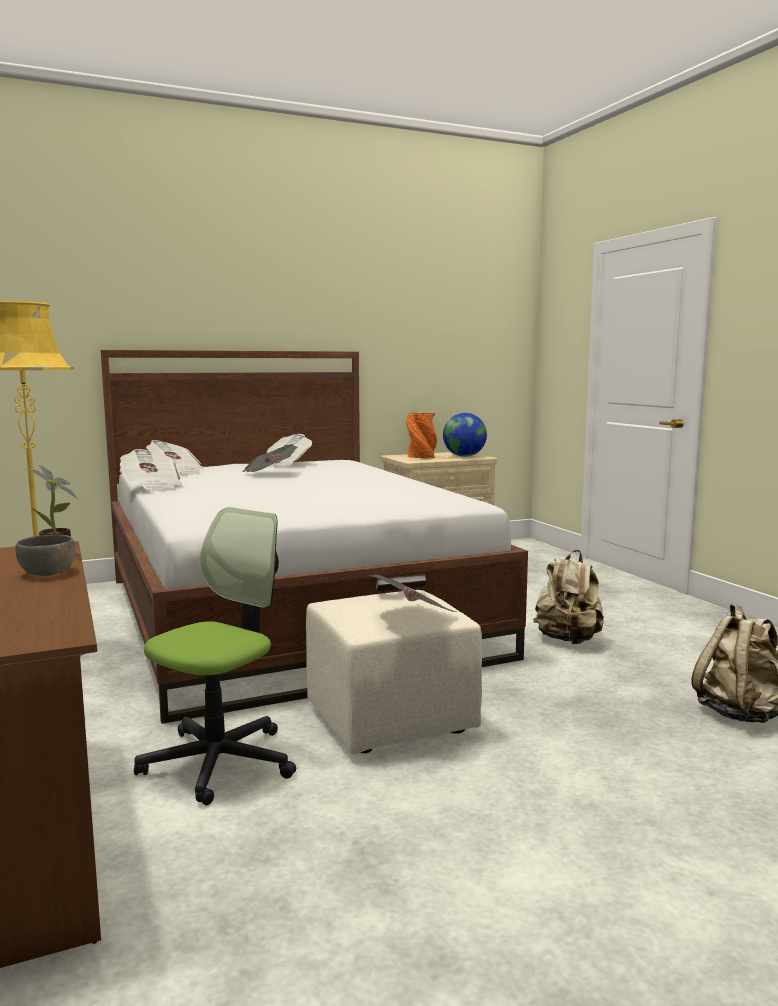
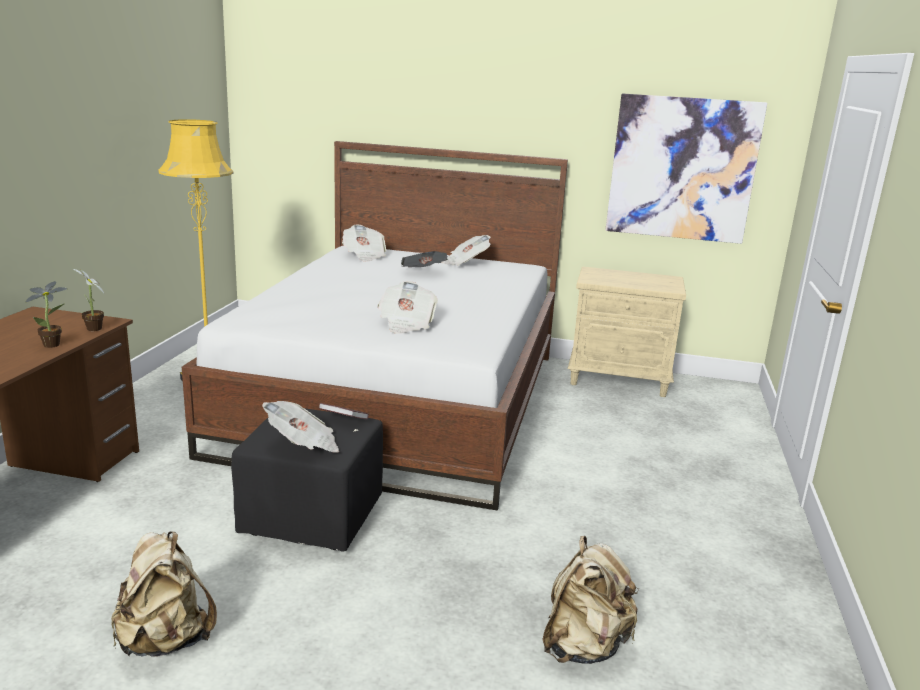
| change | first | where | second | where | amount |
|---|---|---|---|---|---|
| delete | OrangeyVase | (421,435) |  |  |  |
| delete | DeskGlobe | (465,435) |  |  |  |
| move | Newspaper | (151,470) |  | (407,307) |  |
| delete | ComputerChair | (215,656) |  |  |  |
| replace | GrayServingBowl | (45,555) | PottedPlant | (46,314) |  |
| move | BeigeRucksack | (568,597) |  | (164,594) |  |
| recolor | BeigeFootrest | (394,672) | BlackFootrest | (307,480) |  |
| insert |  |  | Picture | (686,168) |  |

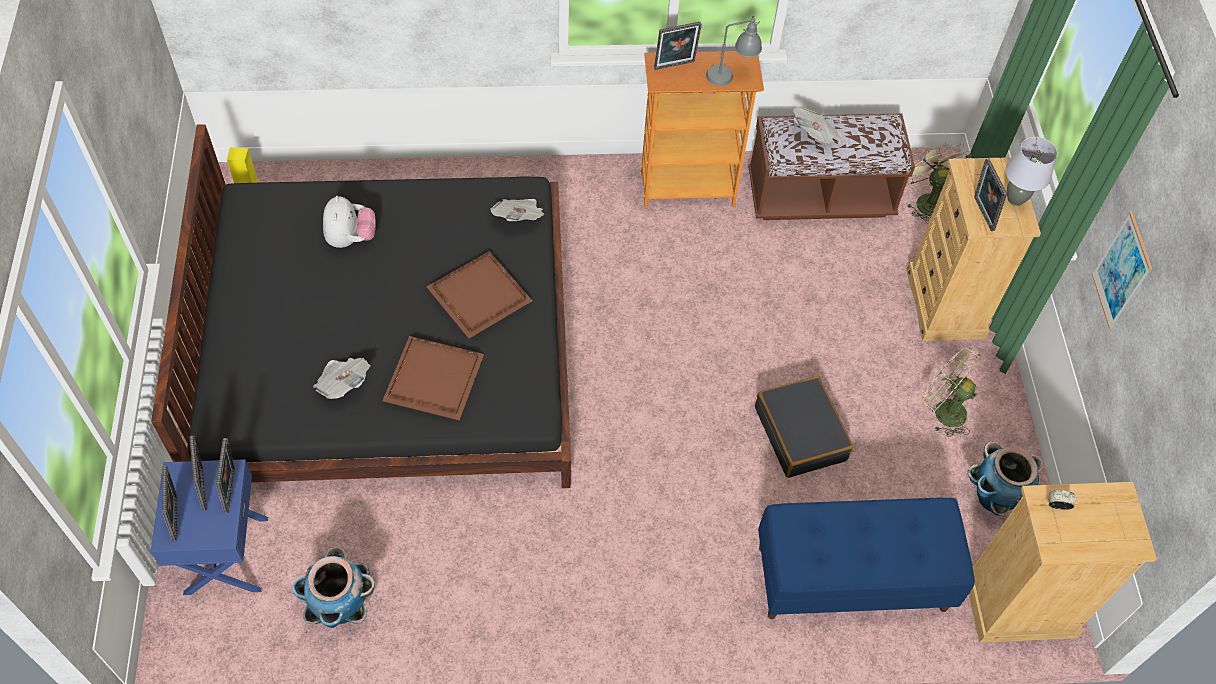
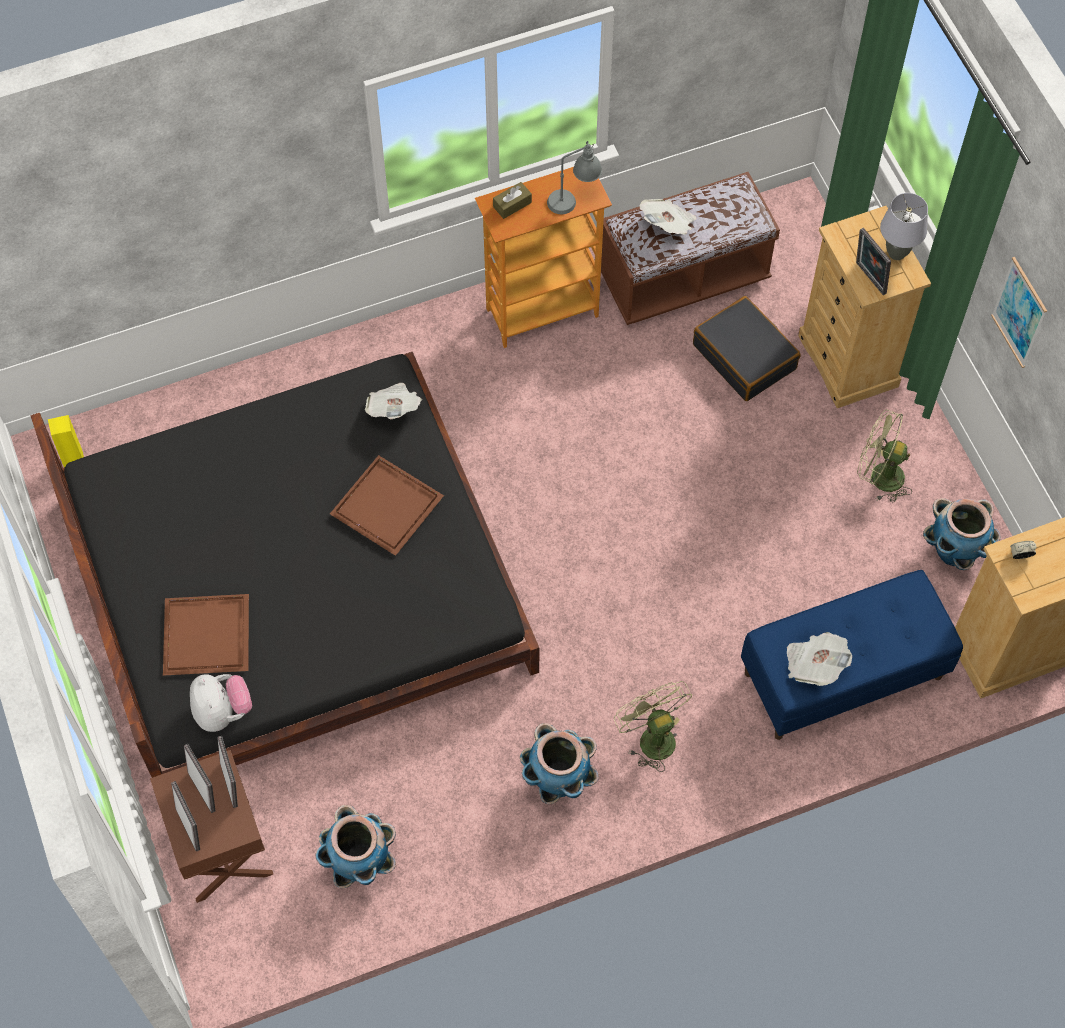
| change | first | where | second | where | amount |
|---|---|---|---|---|---|
| replace | PhotoFrame | (678,45) | BrownColouredBoxOfTissues | (512,200) |  |
| move | GreenColouredCoolingFan | (938,183) |  | (653,726) |  |
| move | CuddlyToy | (349,222) |  | (221,703) |  |
| move | BrownColouredTray | (433,378) |  | (206,635) |  |
| move | Newspaper | (341,378) |  | (819,659) |  |
| move | BlackSuitcase | (804,427) |  | (747,348) |  |
| recolor | BlueColouredNightstand | (209,527) | BrownColouredNightstand | (211,826) |  |
| insert |  |  | FlowerPot | (559,763) |  |

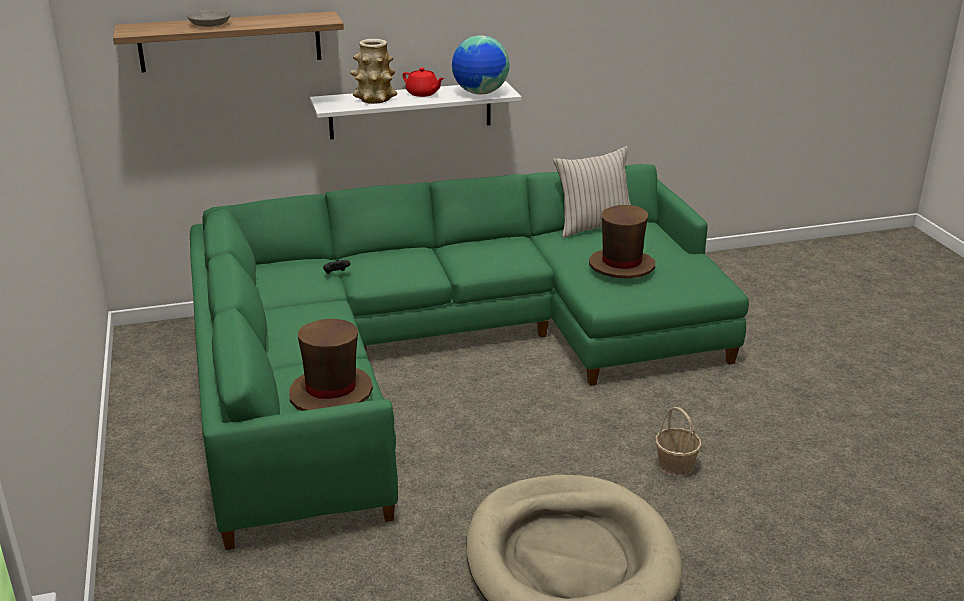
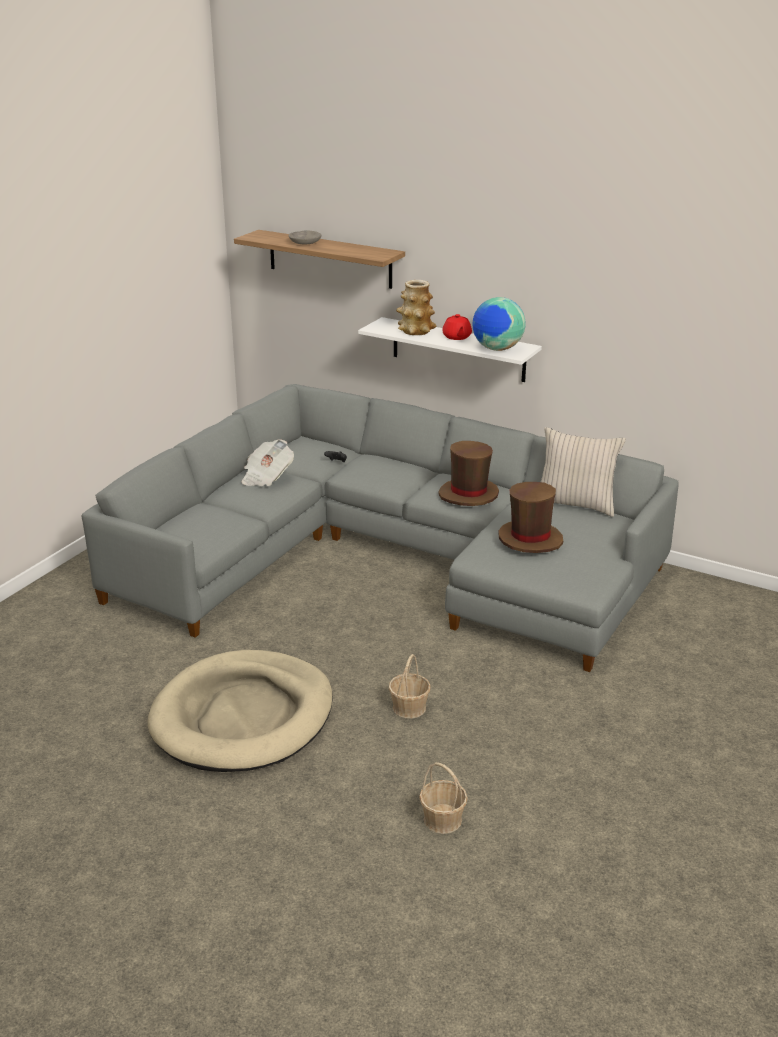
| change | first | where | second | where | amount |
|---|---|---|---|---|---|
| recolor | GreenColouredCouch | (469,357) | GrayCouch | (380,528) |  |
| move | BrownColouredClothingHat | (331,365) |  | (468,473) |  |
| insert |  |  | Newspaper | (267,462) |  |
| insert |  |  | Basket | (443,798) |  |

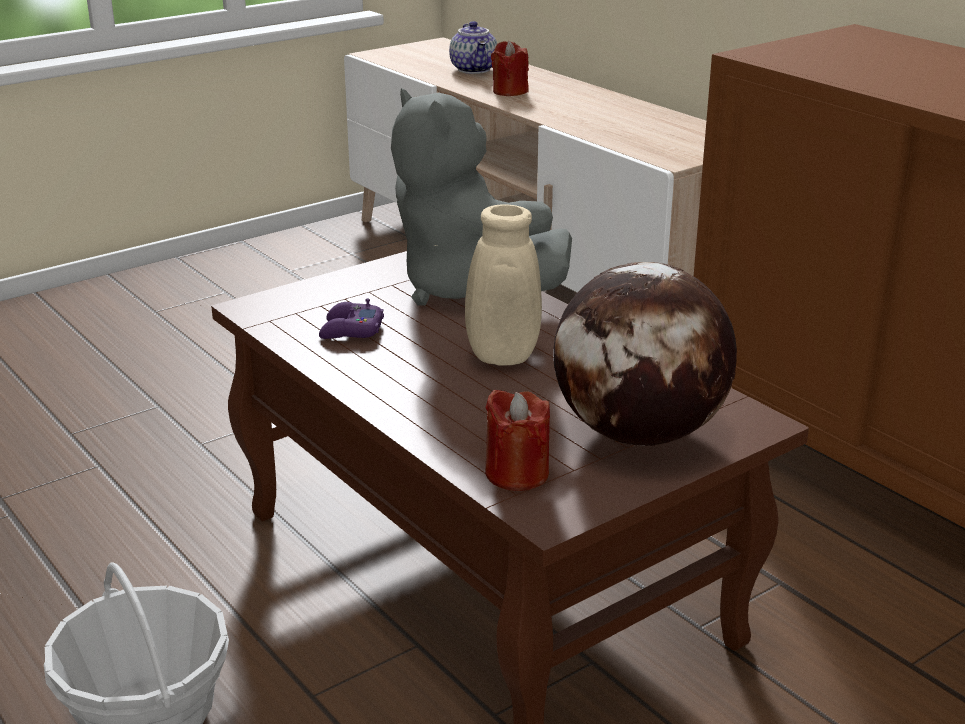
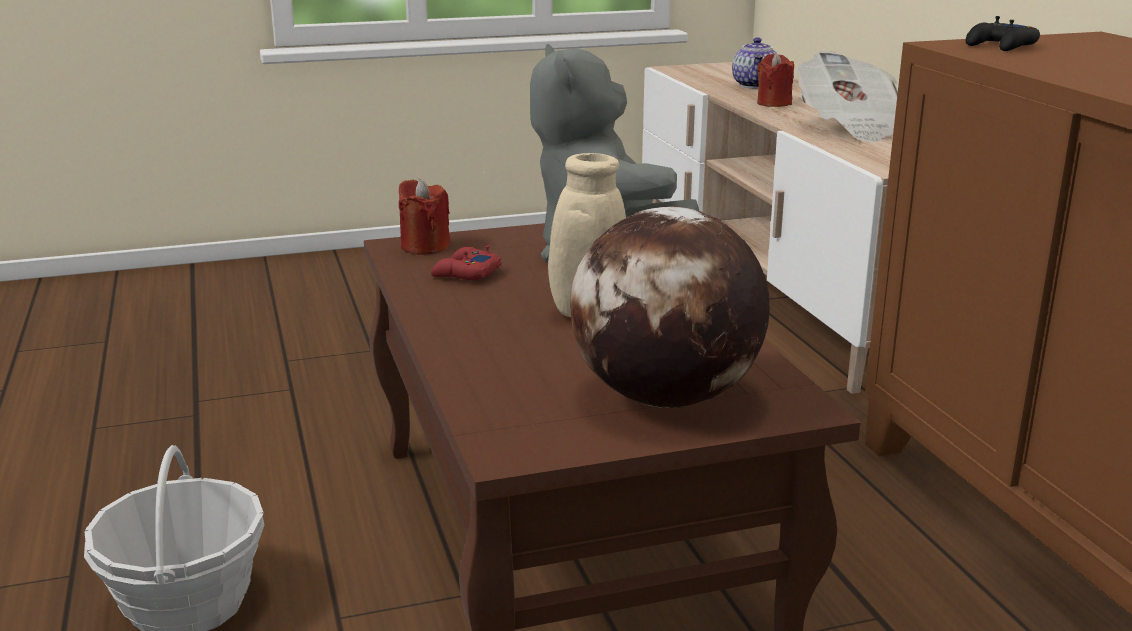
| change | first | where | second | where | amount |
|---|---|---|---|---|---|
| recolor | PurpleColouredGamepad | (351,318) | RedColouredGamepad | (466,263) |  |
| move | RedColouredWaxCandle | (517,440) |  | (424,217) |  |
| insert |  |  | BlackGamepad | (1003,33) |  |
| insert |  |  | Newspaper | (847,97) |  |

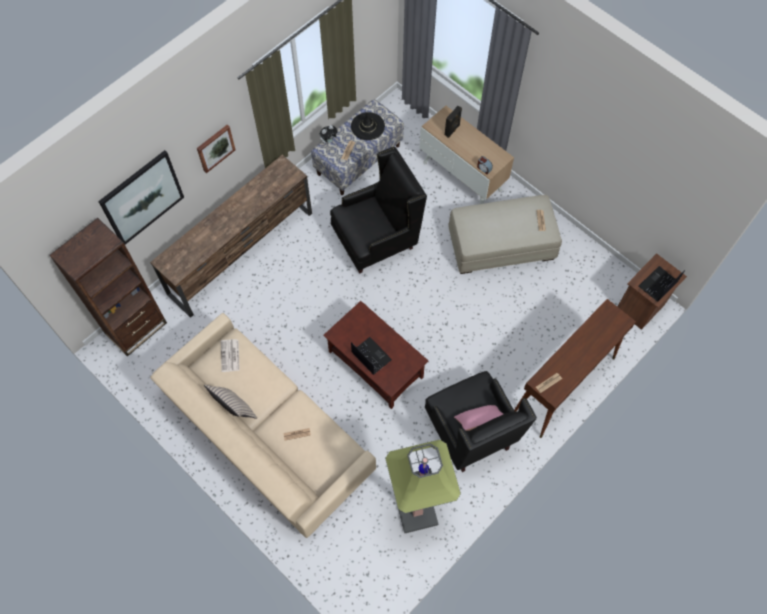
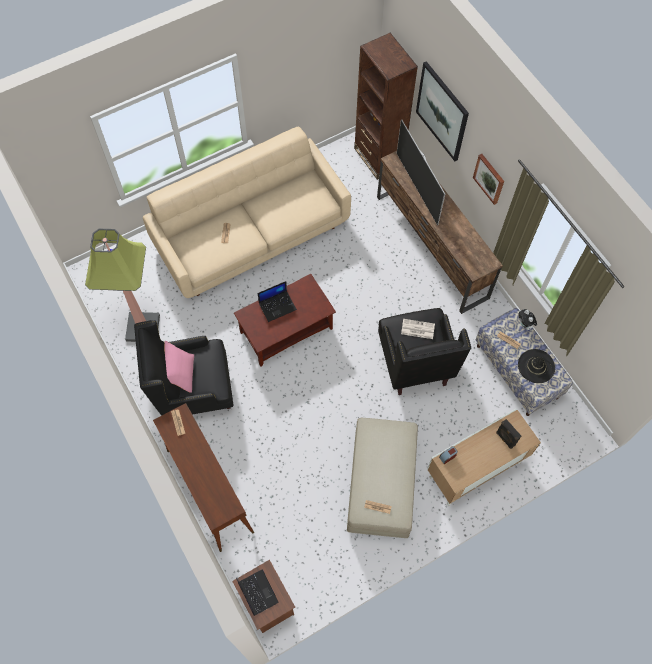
| change | first | where | second | where | amount |
|---|---|---|---|---|---|
| move | Newspaper | (230,355) |  | (418,329) |  |
| delete | BeigePillow | (230,402) |  |  |  |
| insert |  |  | Tv | (421,172) |  |

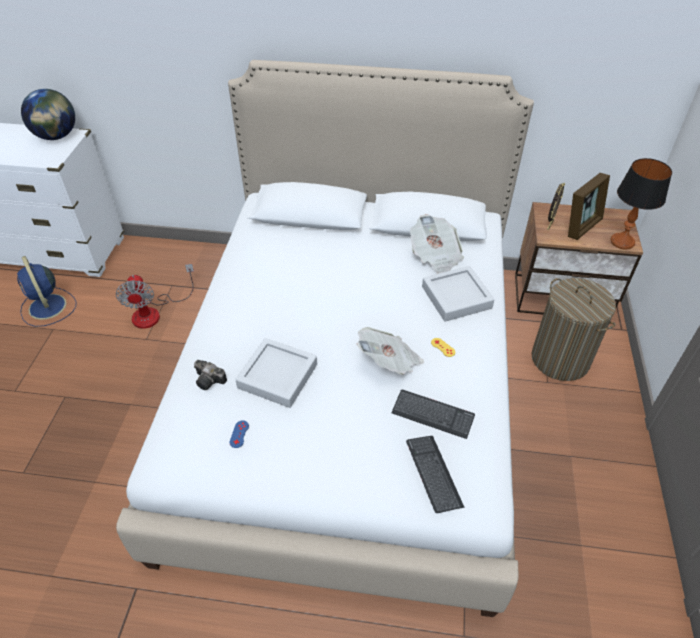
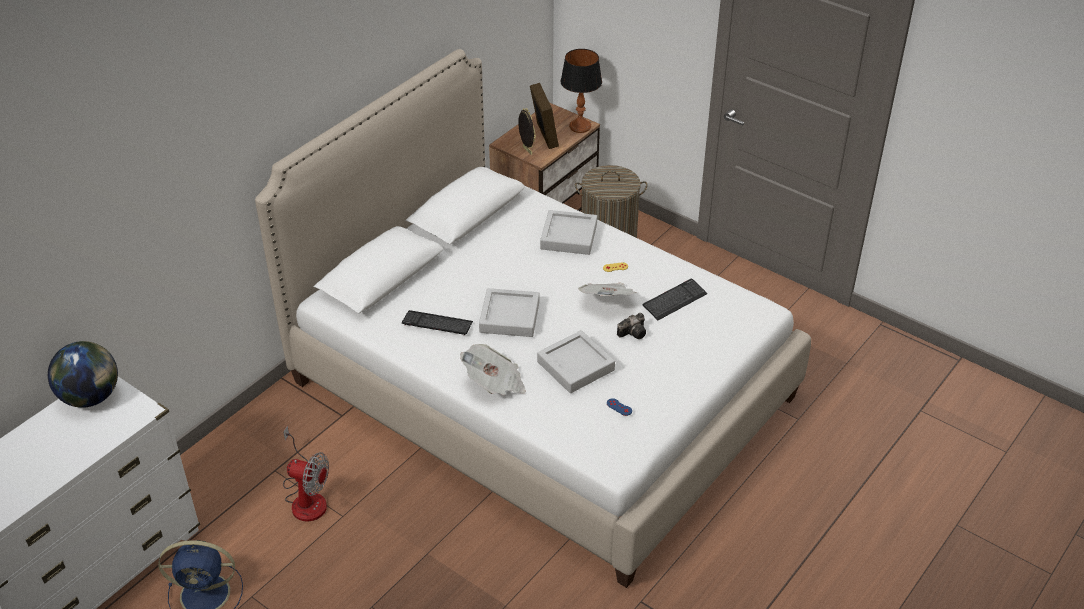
| change | first | where | second | where | amount |
|---|---|---|---|---|---|
| move | Newspaper | (437,244) |  | (493,369) |  |
| move | StillCamera | (210,375) |  | (631,326) |  |
| move | PcKeyboard | (435,474) |  | (437,323) |  |
| insert |  |  | GrayTray | (509,312) |  |

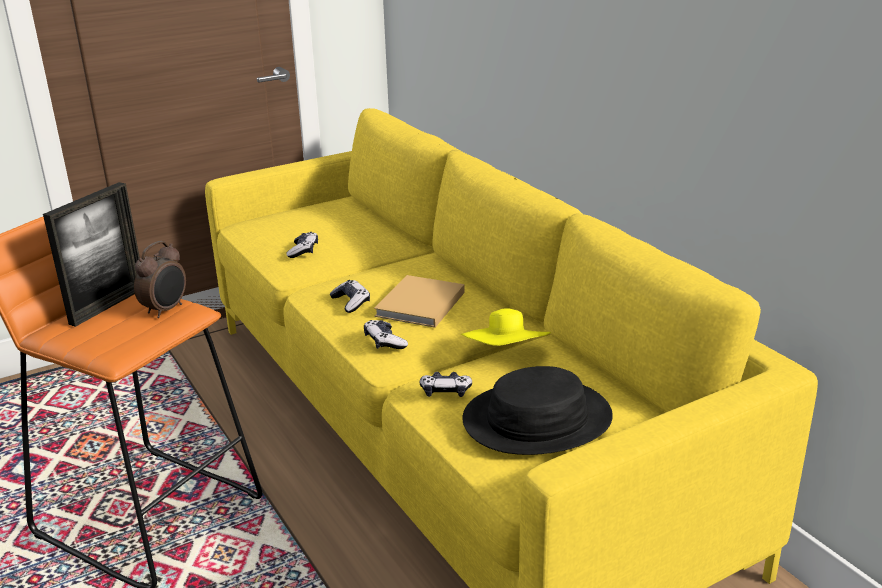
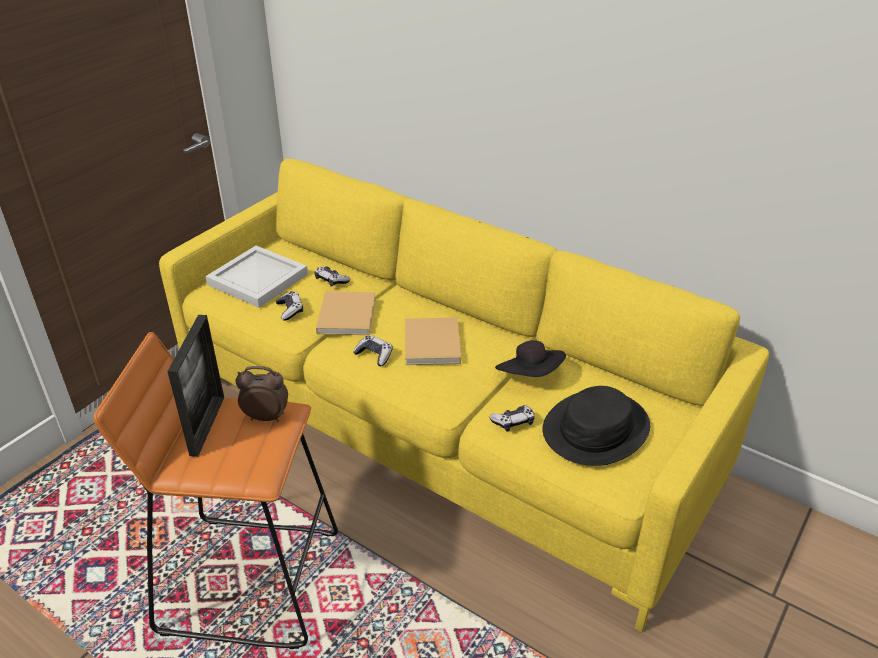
| change | first | where | second | where | amount |
|---|---|---|---|---|---|
| rotate | BedsideClock | (160,279) |  | (261,394) | 90 degrees counterclockwise |
| recolor | YellowColouredClothingHat | (506,327) | BlackClothingHat | (530,358) |  |
| move | Gamepad | (386,334) |  | (332,276) |  |
| insert |  |  | WhiteColouredTray | (256,277) |  |
| insert |  |  | BeigeBook | (345,313) |  |

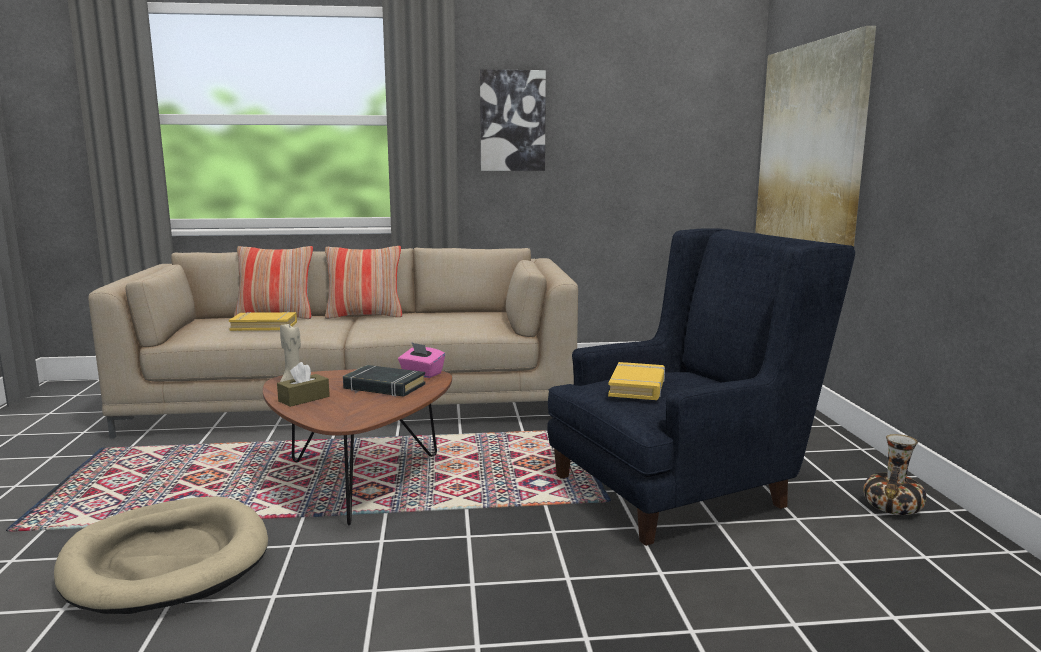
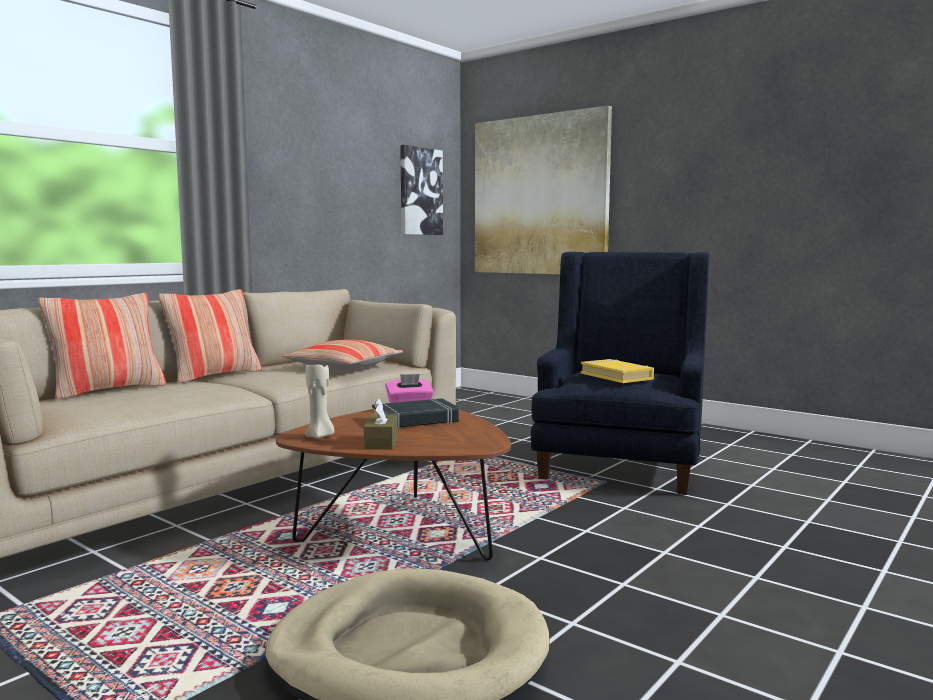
| change | first | where | second | where | amount |
|---|---|---|---|---|---|
| move | Picture | (513,120) |  | (421,190) |  |
| delete | YellowColouredBook | (263,321) |  |  |  |
| delete | Vase | (895,474) |  |  |  |
| insert |  |  | Pillow | (342,355) |  |

